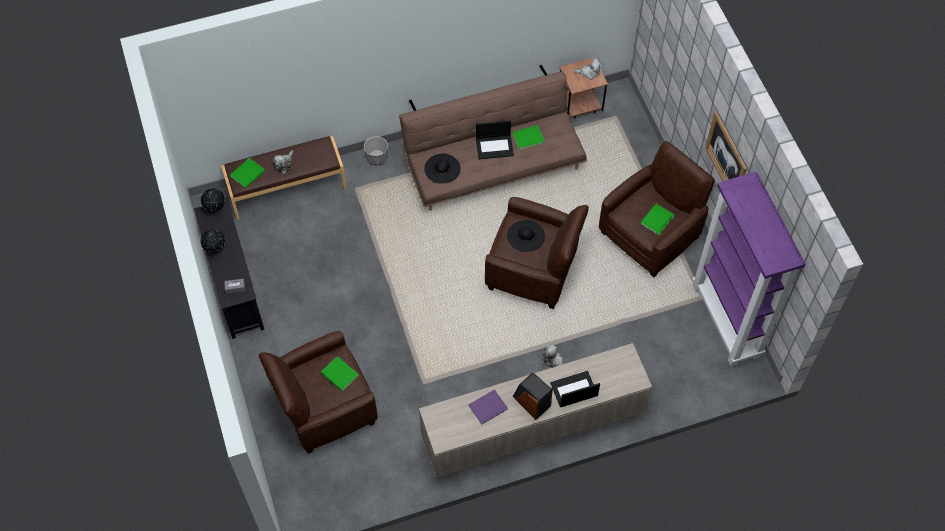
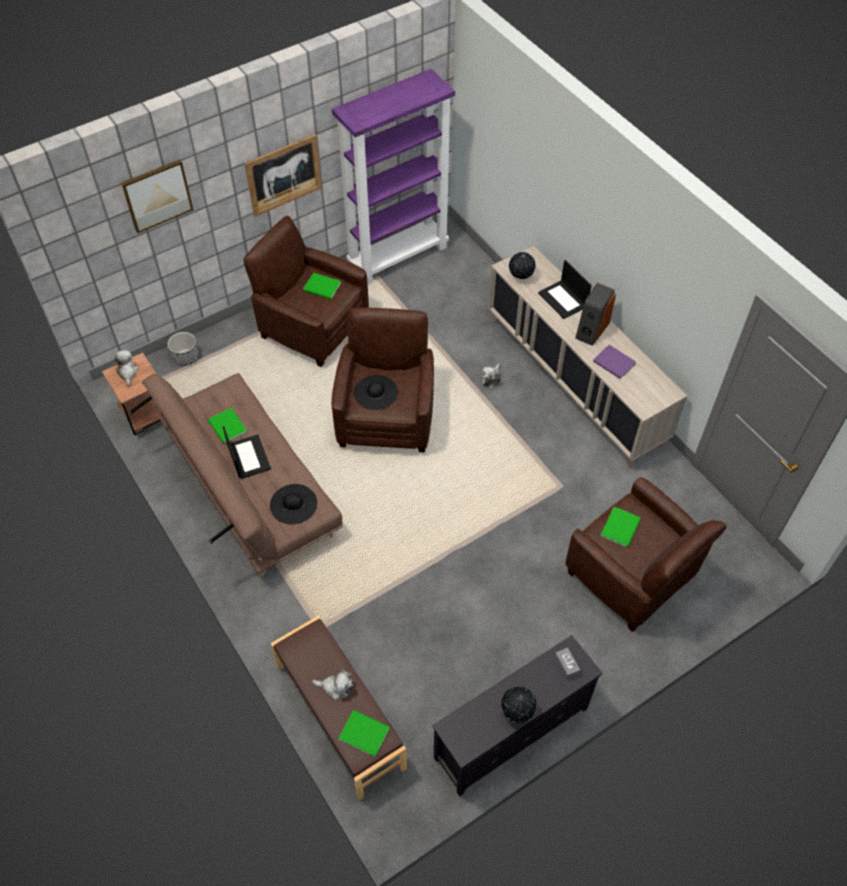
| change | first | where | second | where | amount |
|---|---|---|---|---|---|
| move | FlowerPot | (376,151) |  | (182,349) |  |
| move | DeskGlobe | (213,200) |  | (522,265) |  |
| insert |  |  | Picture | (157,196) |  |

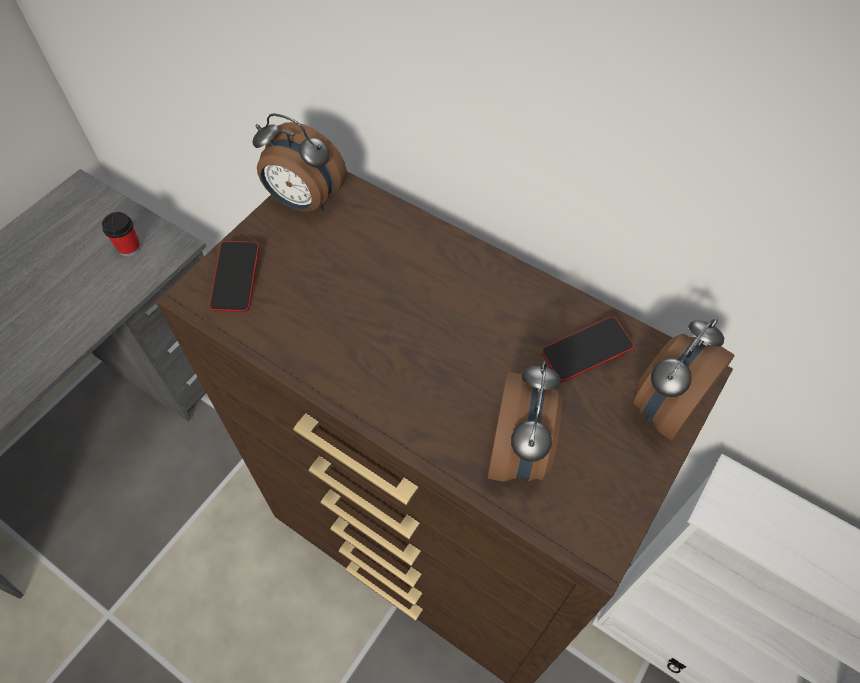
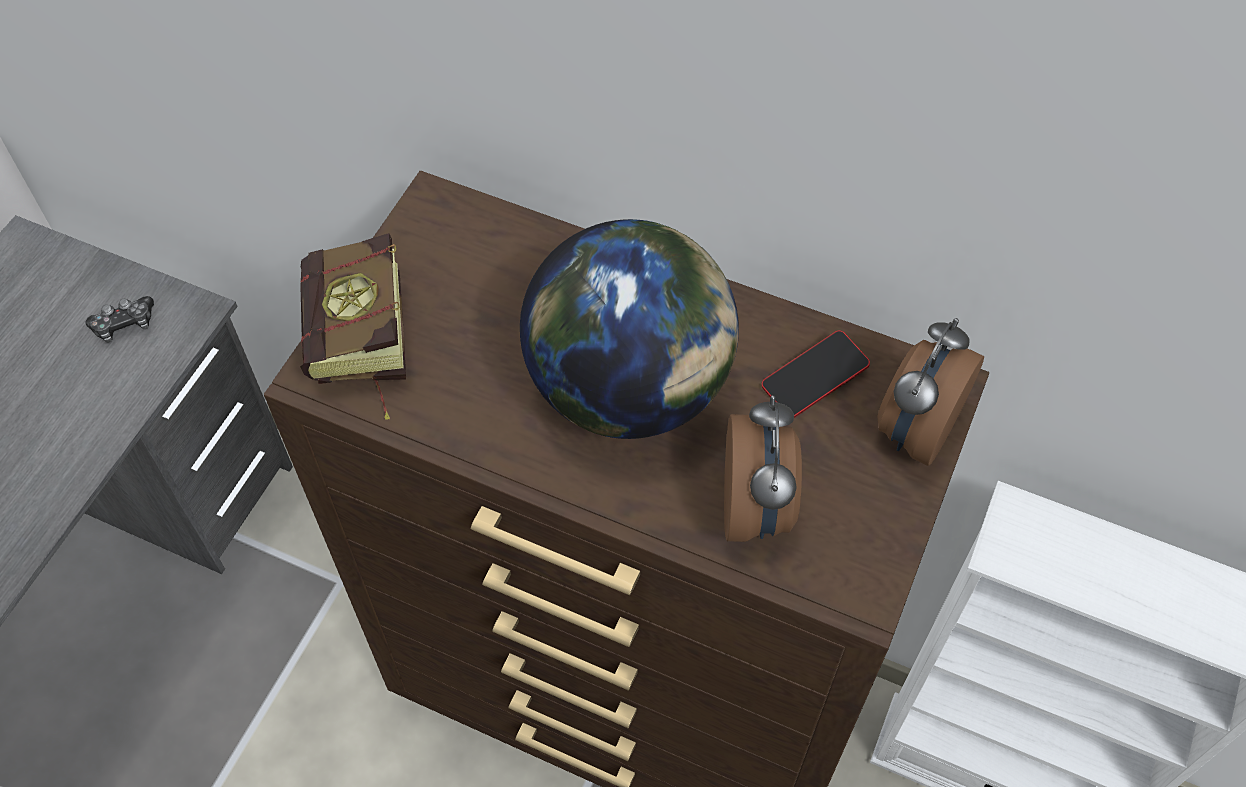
| change | first | where | second | where | amount |
|---|---|---|---|---|---|
| delete | BedsideClock | (299,162) |  |  |  |
| replace | DrinkingCup | (121,234) | Gamepad | (120,319) |  |
| replace | Telephone | (234,276) | Book | (353,326) |  |
| insert |  |  | DeskGlobe | (629,329) |  |

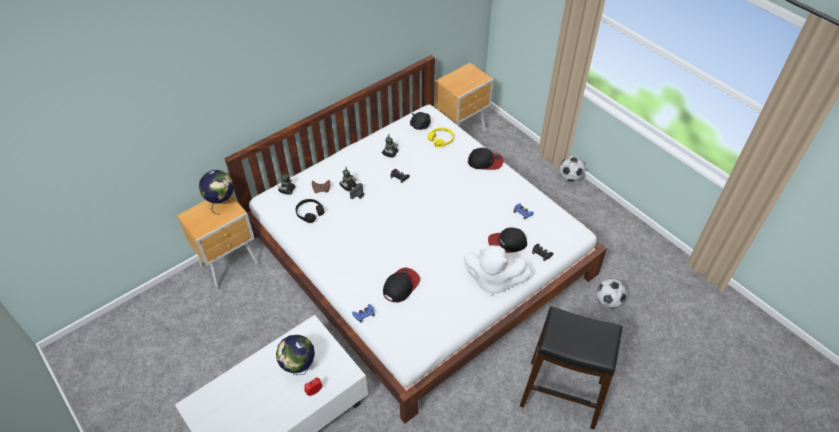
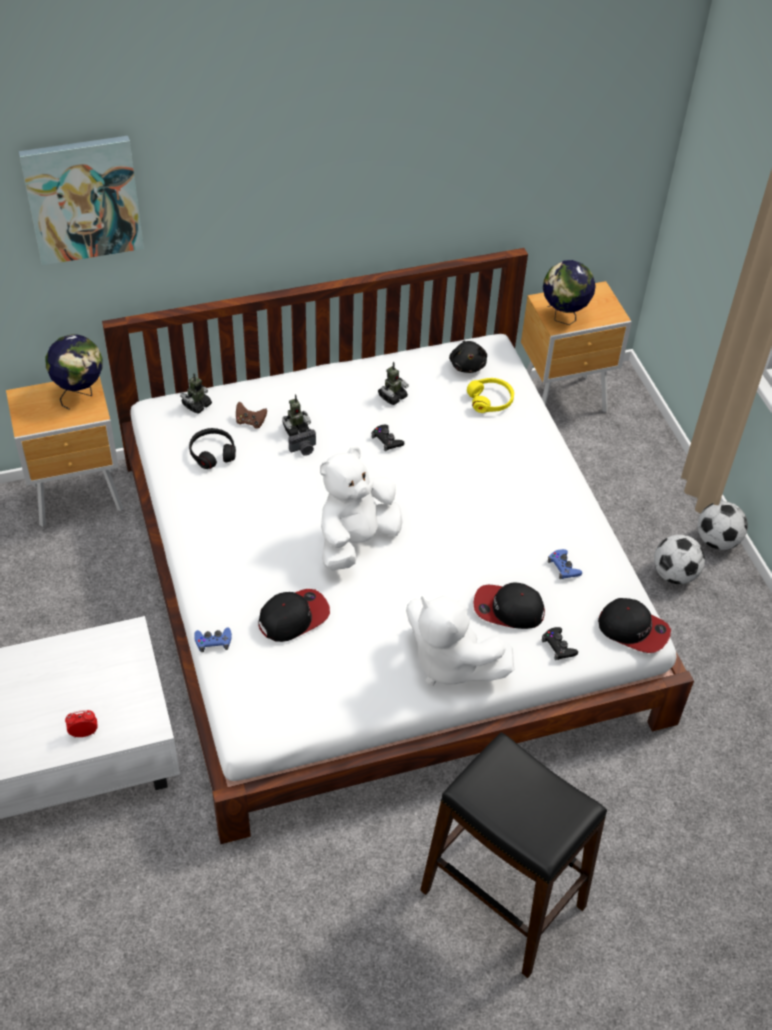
| change | first | where | second | where | amount |
|---|---|---|---|---|---|
| move | BaseballCap | (486,159) |  | (634,625) |  |
| move | FootballBall | (611,294) |  | (679,559) |  |
| move | DeskGlobe | (295,355) |  | (569,292) |  |
| insert |  |  | Picture | (81,200) |  |
| insert |  |  | WhiteColouredCuddlyToy | (361,508) |  |

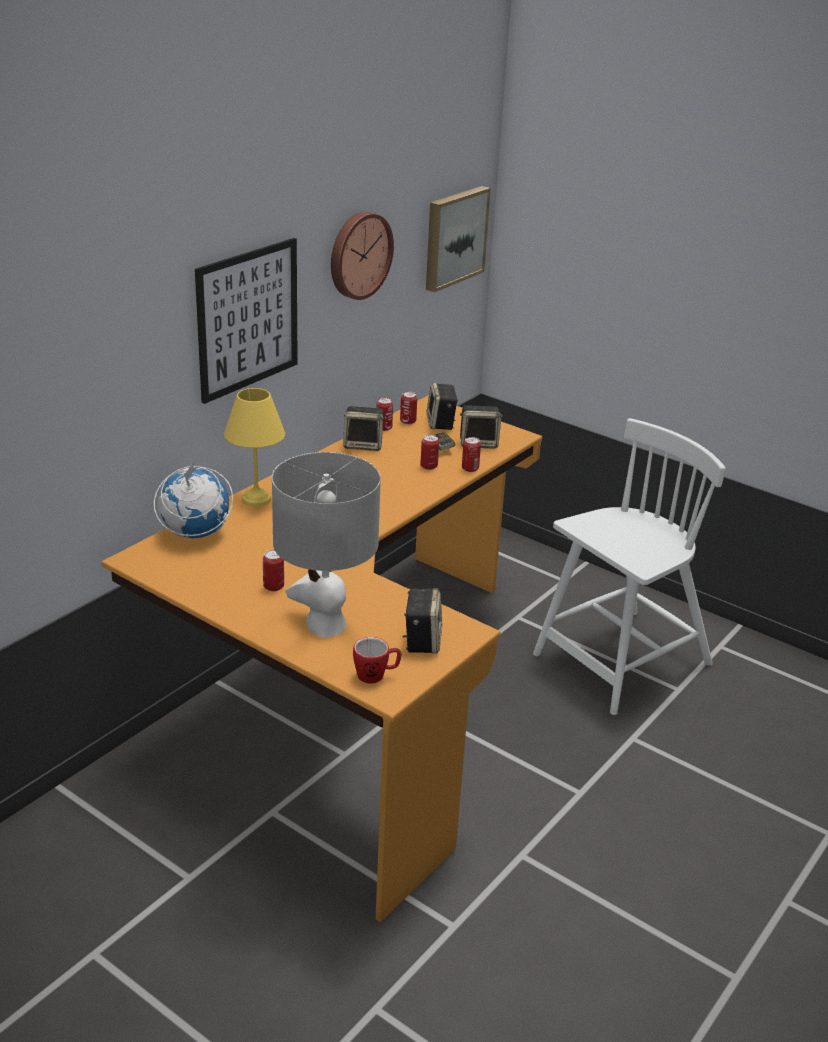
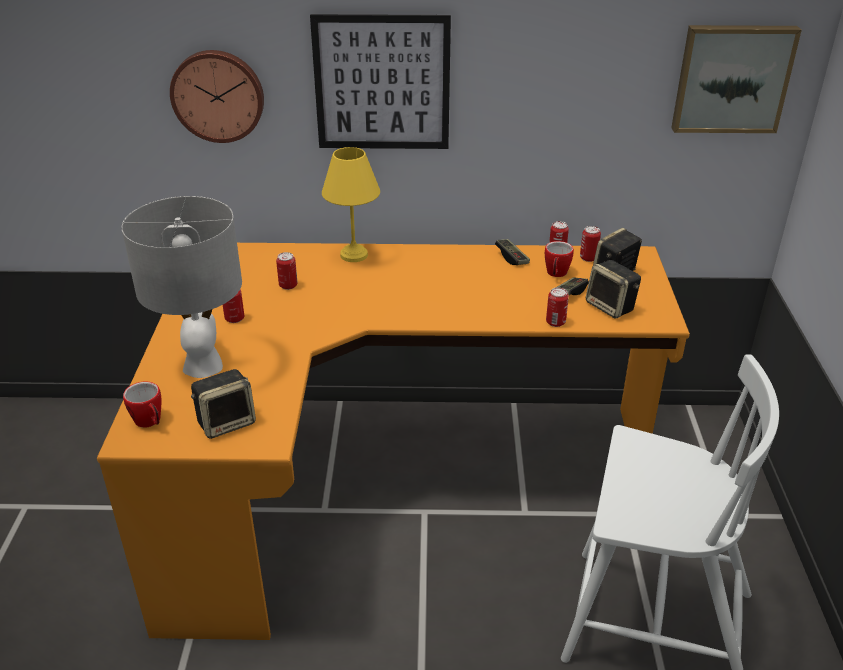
| change | first | where | second | where | amount |
|---|---|---|---|---|---|
| move | HangingClock | (362,256) |  | (217,96) |  |
| replace | AudioSpeaker | (365,428) | Gamepad | (512,252) |  |
| move | SealedCan | (429,452) |  | (287,271) |  |
| delete | DeskGlobe | (193,499) |  |  |  |
| insert |  |  | TeaMug | (559,259) |  |

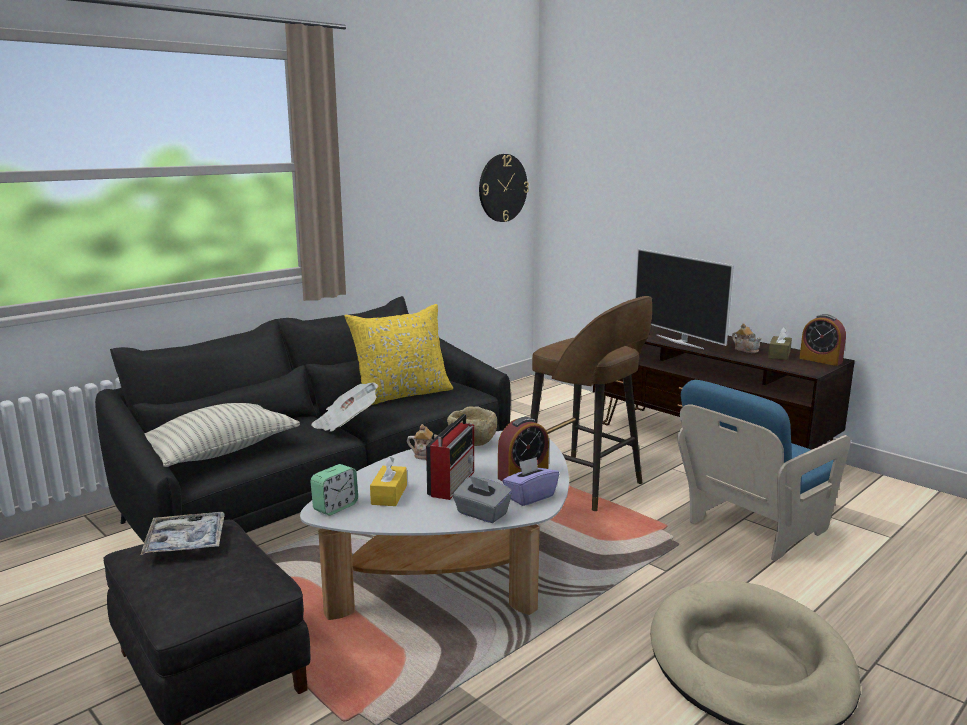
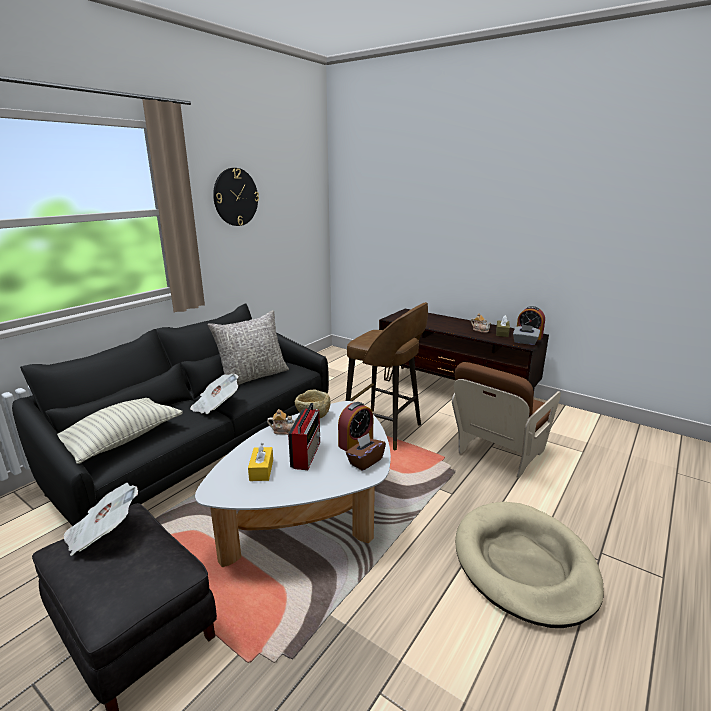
| change | first | where | second | where | amount |
|---|---|---|---|---|---|
| move | HangingClock | (504,188) |  | (236,197) |  |
| delete | Tv | (684,299) |  |  |  |
| recolor | YellowColouredPillow | (398,354) | GrayPillow | (248,347) |  |
| recolor | BlueColouredArmchair | (763,470) | BrownColouredArmchair | (506,420) |  |
| recolor | PurpleColouredBoxOfTissues | (530,481) | BrownColouredBoxOfTissues | (366,452) |  |
| delete | BedsideClock | (334,489) |  |  |  |
| move | GrayBoxOfTissues | (482,499) |  | (526,334) |  |
| replace | Tray | (183,533) | Newspaper | (100,519) |  |

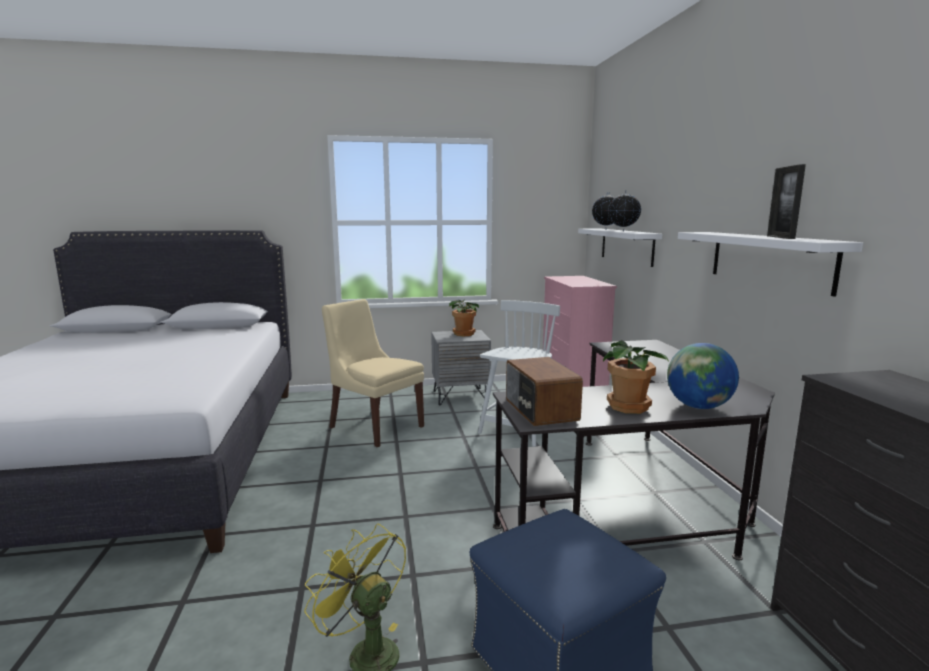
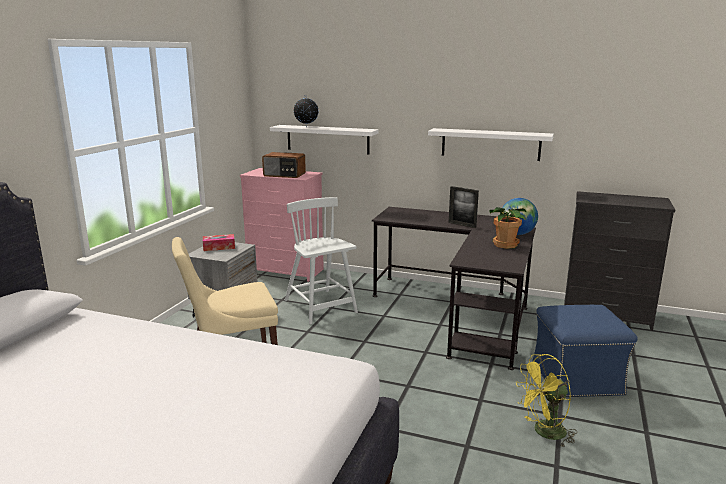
| change | first | where | second | where | amount |
|---|---|---|---|---|---|
| move | PhotoFrame | (786,201) |  | (464,207) |  |
| delete | DeskGlobe | (624,211) |  |  |  |
| replace | PottedPlant | (464,318) | BoxOfTissues | (219,242) |  |
| move | Radio | (544,391) |  | (284,165) |  |

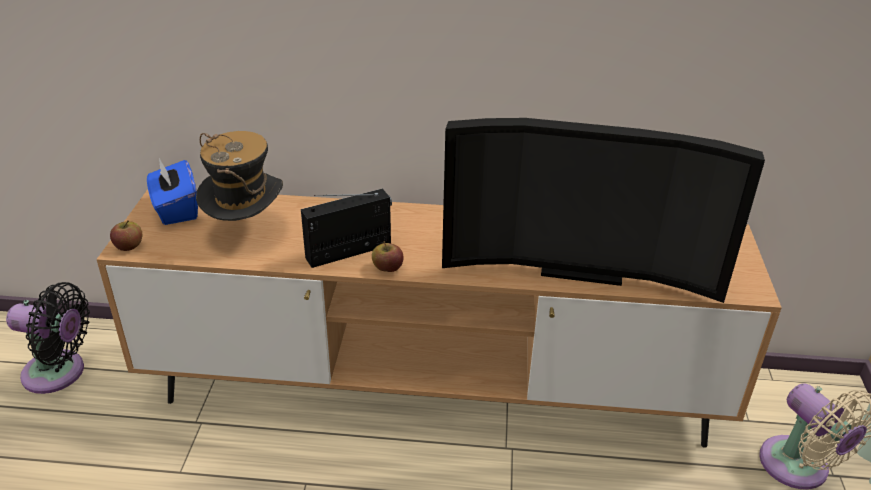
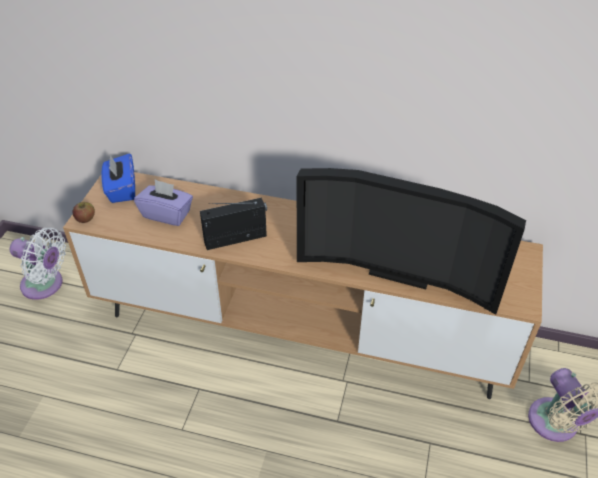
| change | first | where | second | where | amount |
|---|---|---|---|---|---|
| replace | ClothingHat | (239,176) | PurpleColouredBoxOfTissues | (163,202) |  |
| delete | Apple | (388,256) |  |  |  |
| recolor | BlackCoolingFan | (48,338) | WhiteColouredCoolingFan | (38,264) |  |

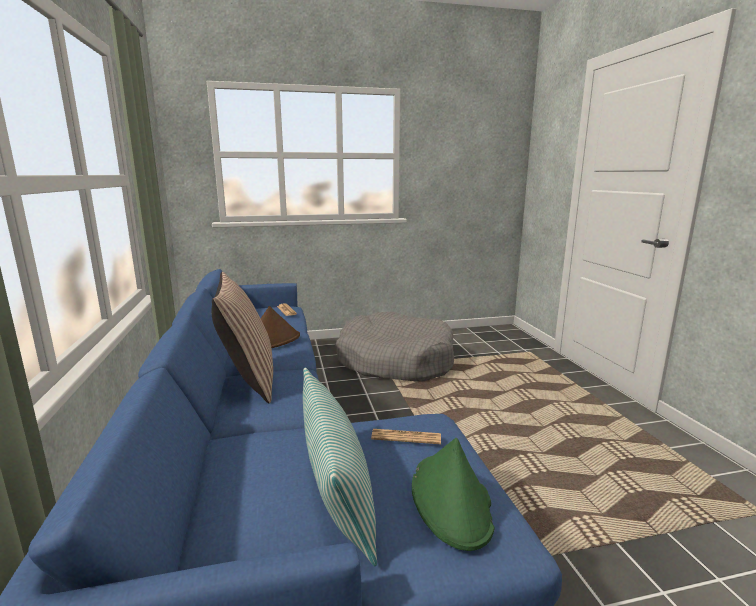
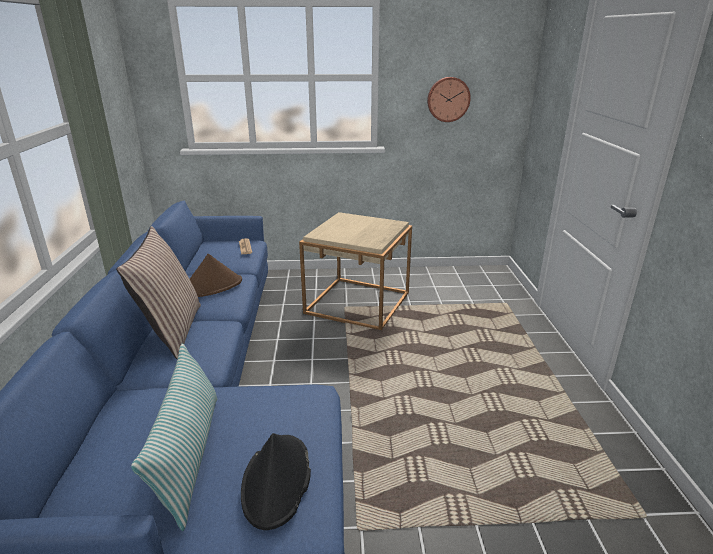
| change | first | where | second | where | amount |
|---|---|---|---|---|---|
| replace | GrayPetBed | (395,347) | BeigeSideTable | (355,271) |  |
| delete | Newspaper | (406,436) |  |  |  |
| recolor | GreenColouredClothingHat | (453,494) | BlackClothingHat | (276,481) |  |
| insert |  |  | HangingClock | (449,99) |  |

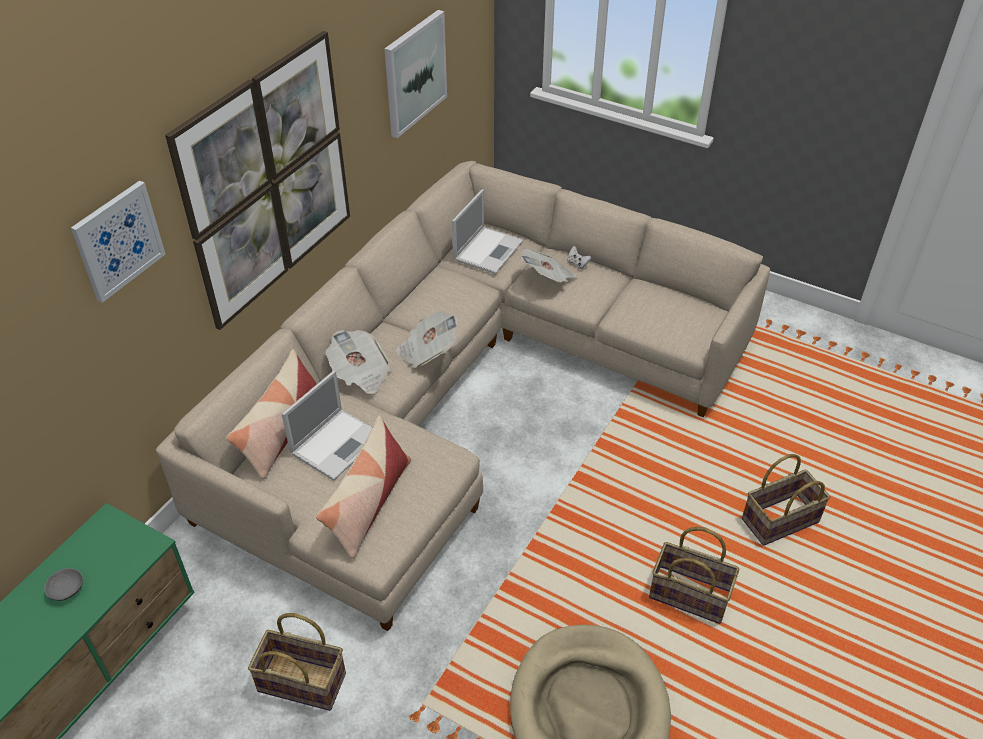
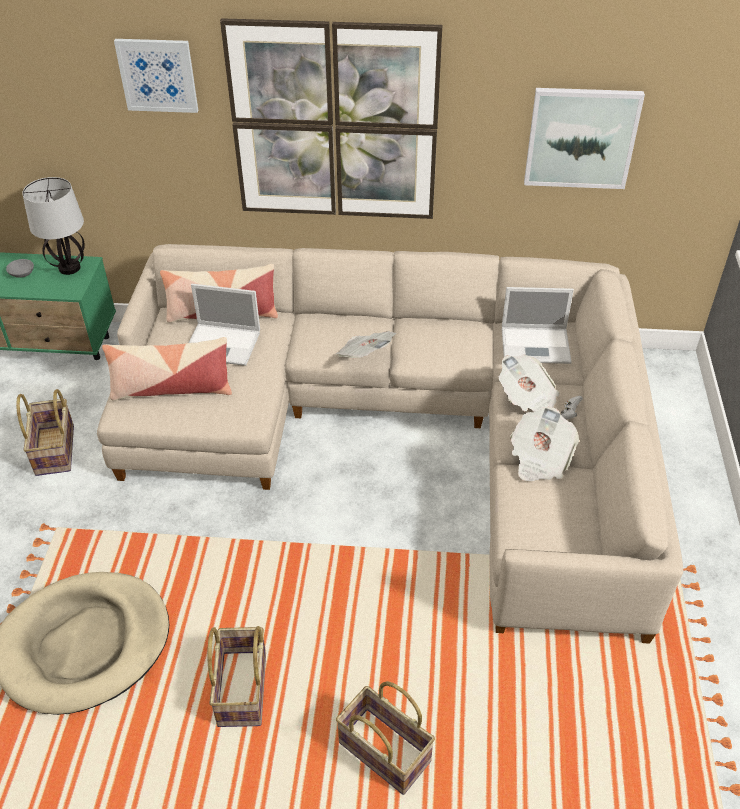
| change | first | where | second | where | amount |
|---|---|---|---|---|---|
| move | Newspaper | (359,362) |  | (544,444) |  |
| insert |  |  | TableLamp | (53,226) |  |

